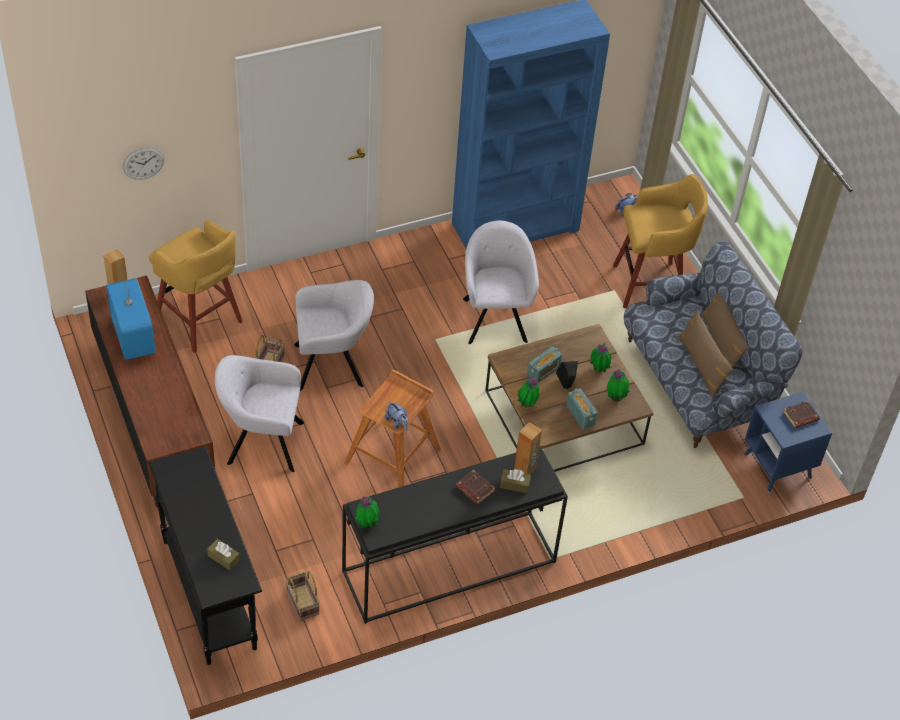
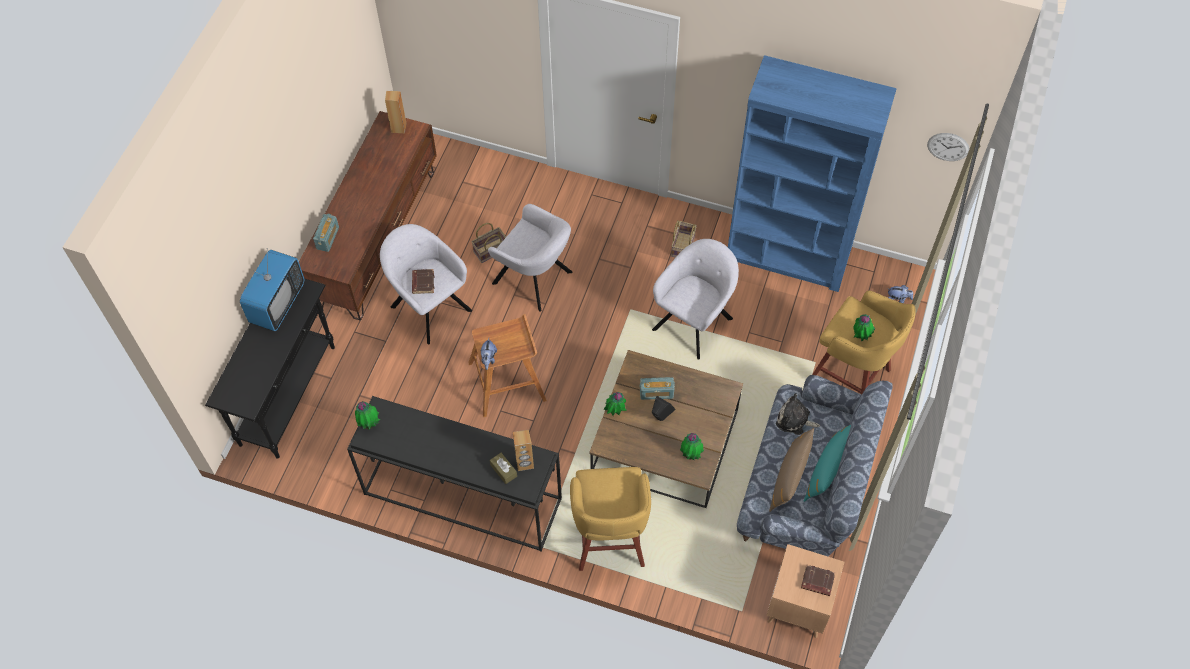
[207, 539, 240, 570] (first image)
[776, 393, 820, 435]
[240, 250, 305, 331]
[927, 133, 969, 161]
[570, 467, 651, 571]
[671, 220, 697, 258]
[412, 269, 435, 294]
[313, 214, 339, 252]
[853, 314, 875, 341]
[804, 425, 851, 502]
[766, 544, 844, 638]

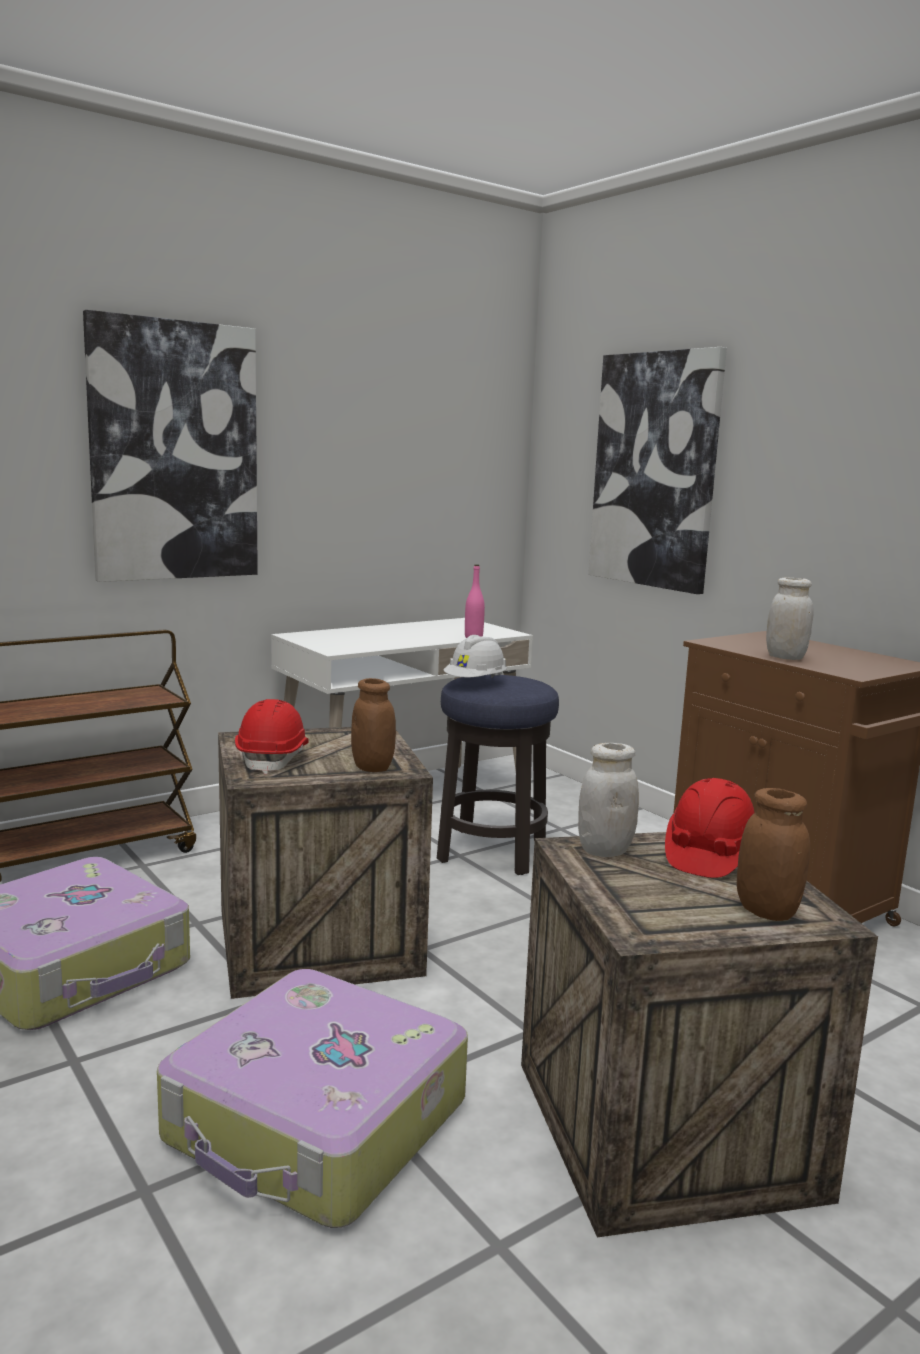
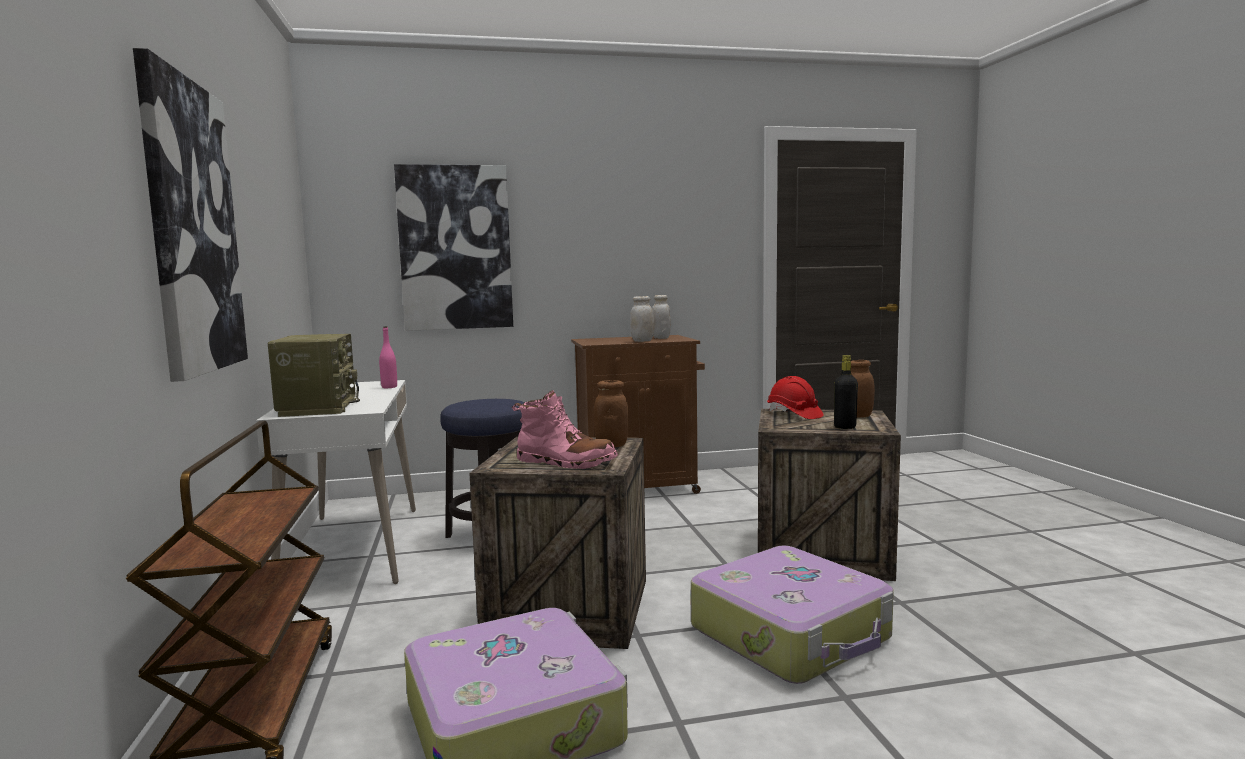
[443, 635, 507, 678] (first image)
[268, 334, 360, 417]
[834, 355, 858, 429]
[652, 295, 671, 339]
[512, 390, 618, 469]

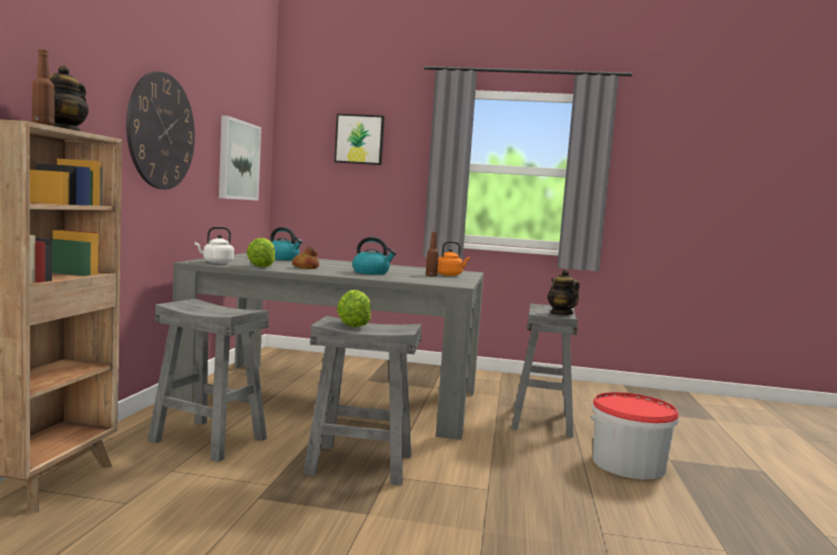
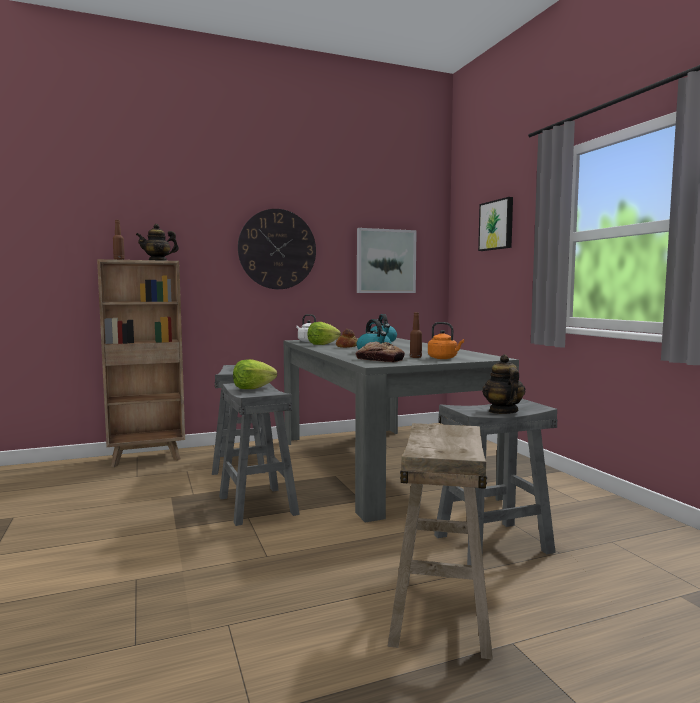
[356, 341, 405, 362]
[388, 423, 493, 660]
[482, 354, 525, 414]

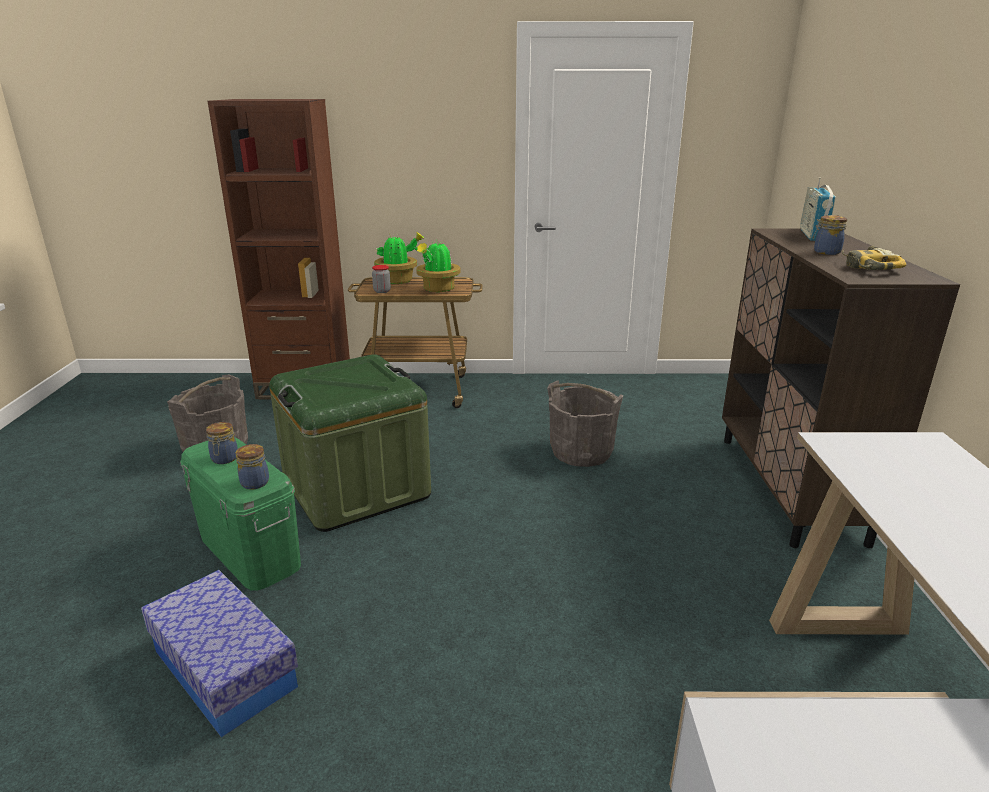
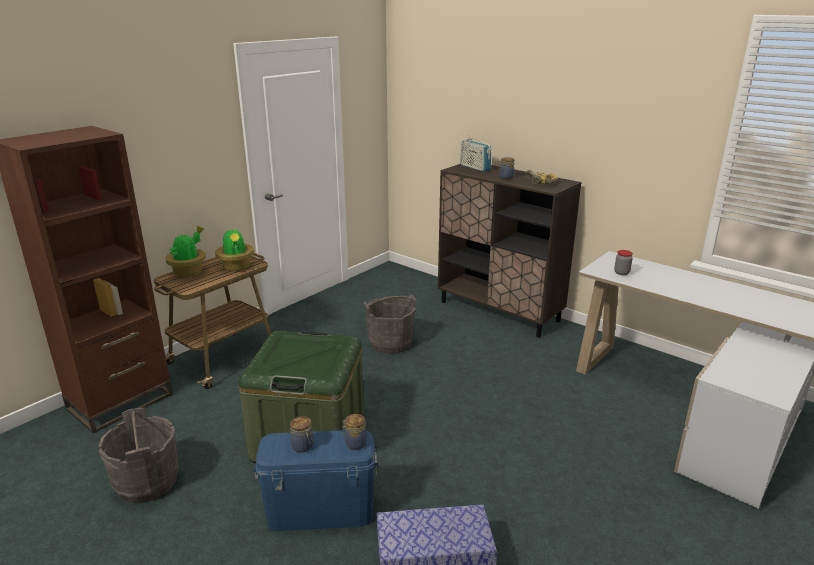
[614, 250, 633, 275]
[253, 430, 378, 531]

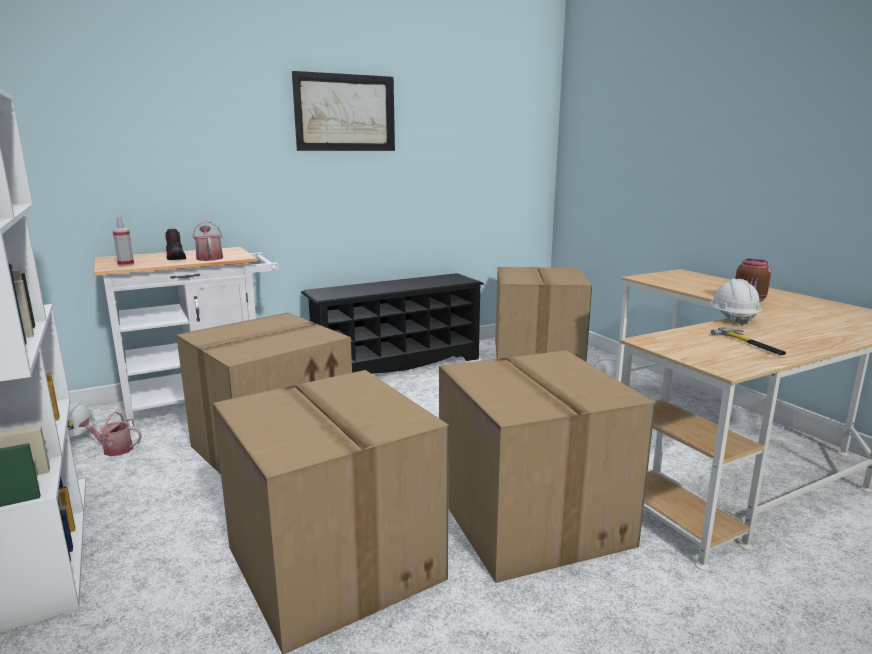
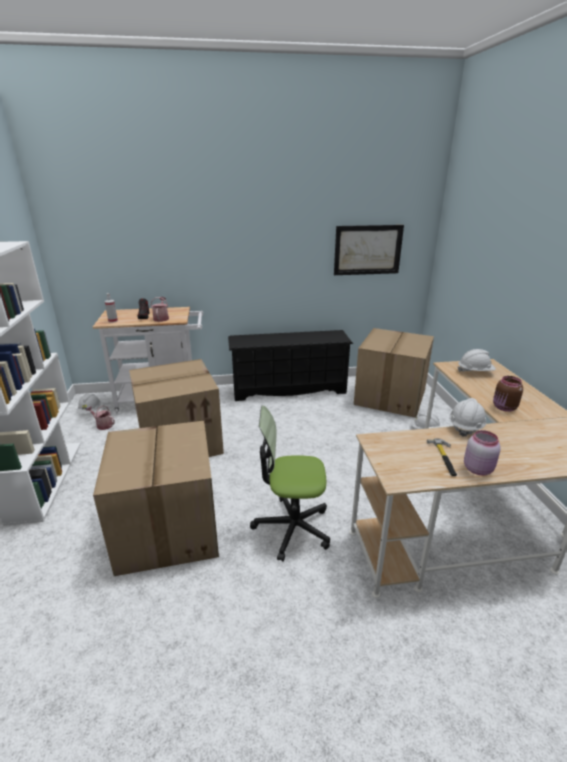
[458, 349, 496, 372]
[464, 430, 501, 476]
[334, 225, 404, 275]
[250, 406, 330, 562]

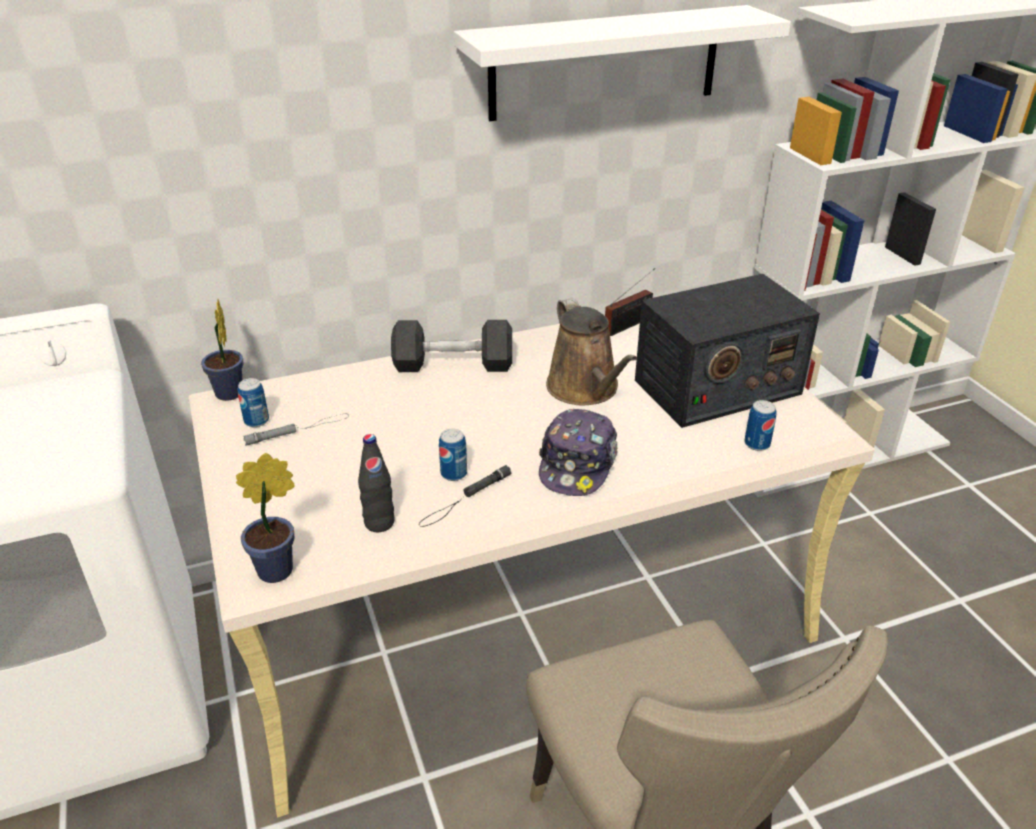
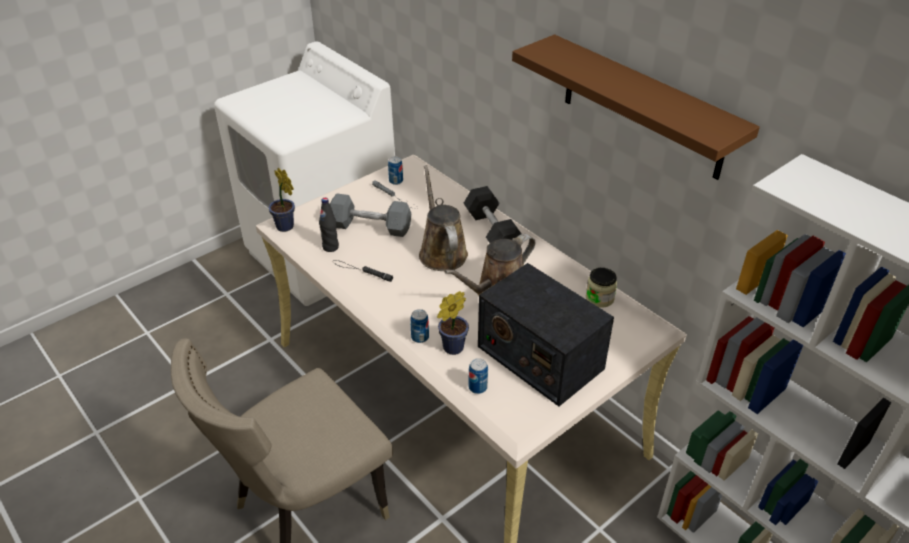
[539, 409, 618, 496] (first image)
[330, 193, 411, 237]
[419, 165, 468, 271]
[437, 291, 469, 355]
[410, 309, 429, 343]
[586, 268, 617, 308]
[512, 34, 760, 180]

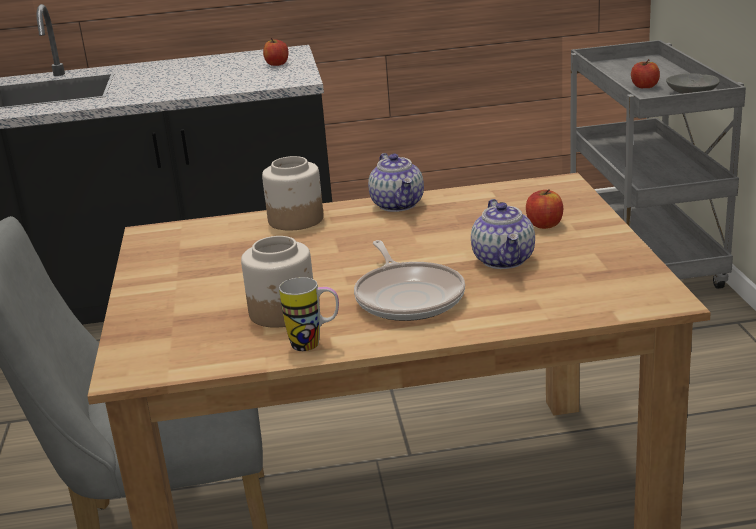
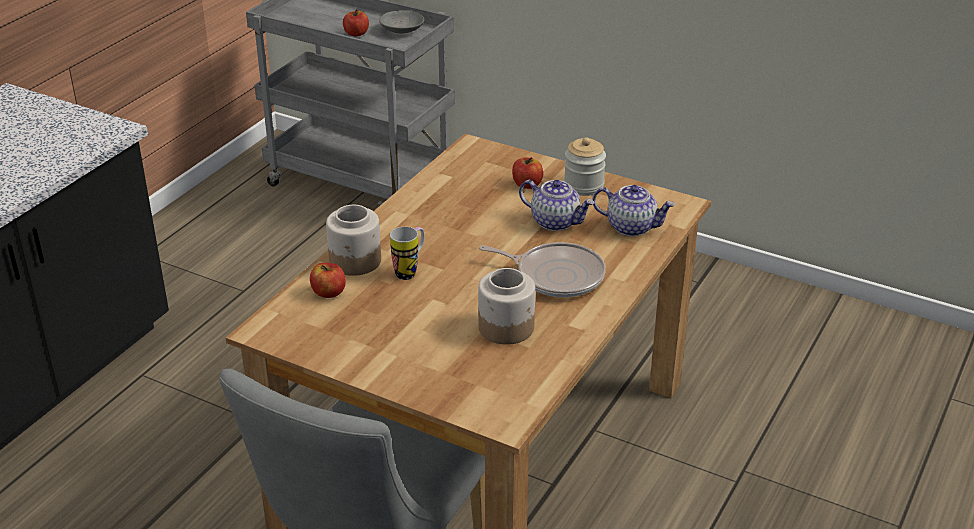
[564, 137, 606, 196]
[310, 263, 346, 298]
[390, 227, 425, 280]
[592, 185, 675, 236]

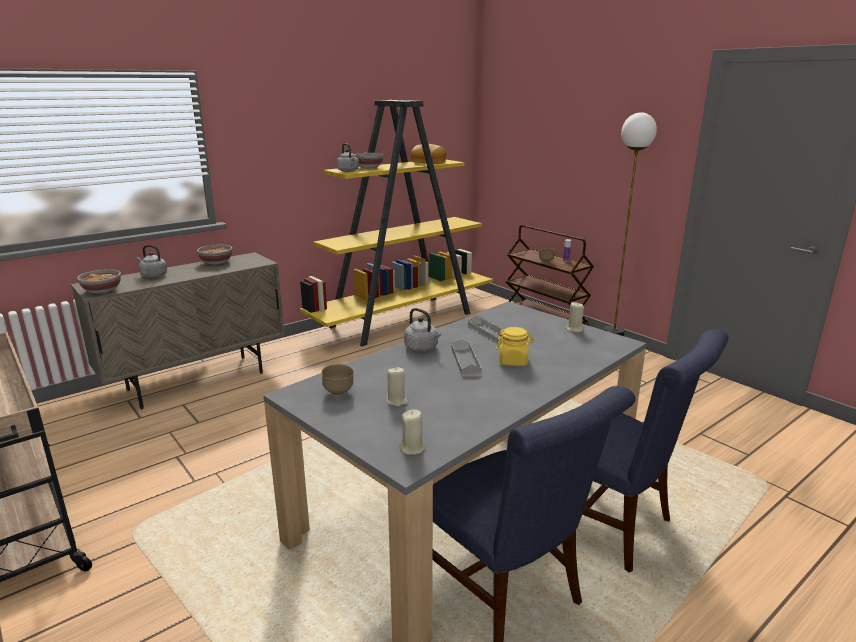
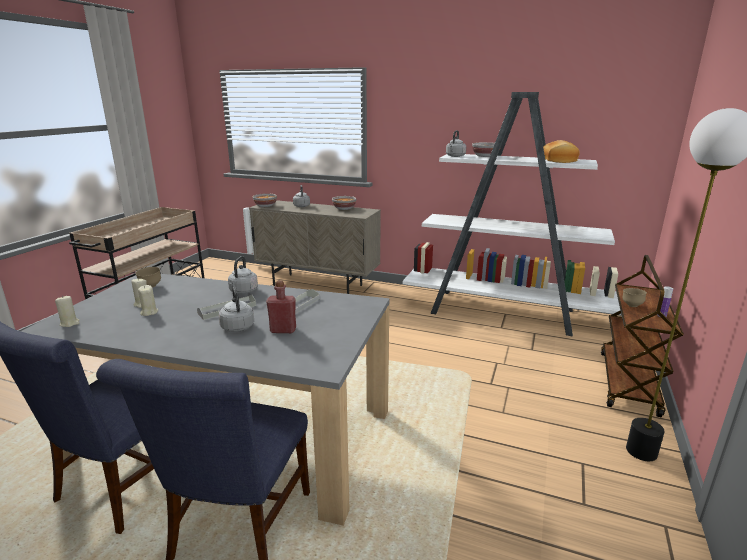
[266, 280, 296, 333]
[138, 285, 158, 316]
[219, 287, 254, 332]
[403, 92, 621, 336]

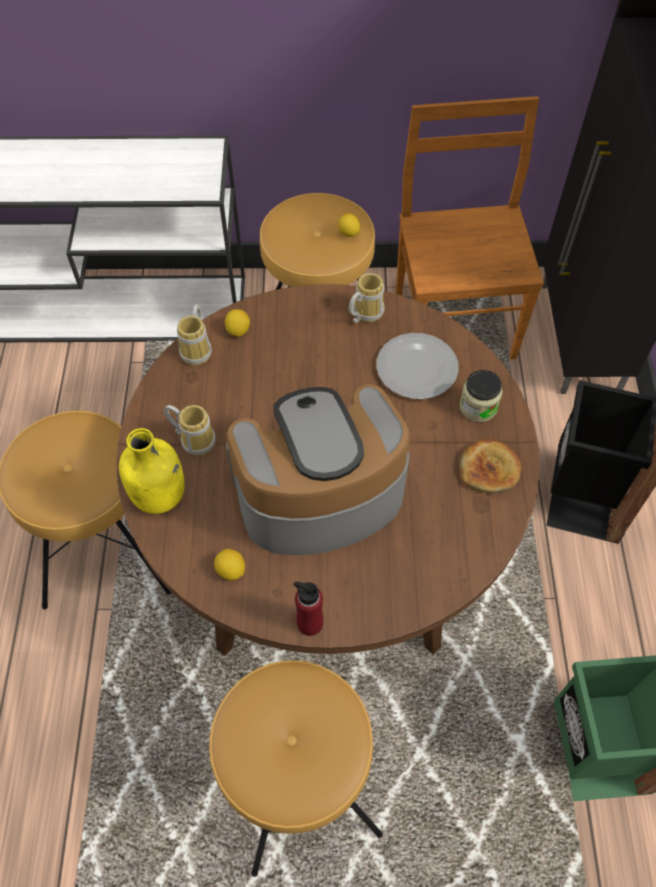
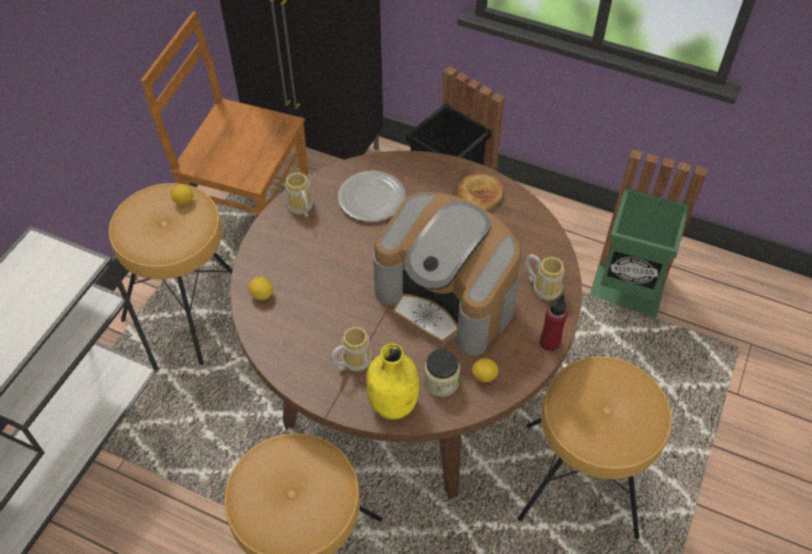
[525, 254, 564, 300]
[424, 349, 460, 397]
[373, 192, 521, 356]

